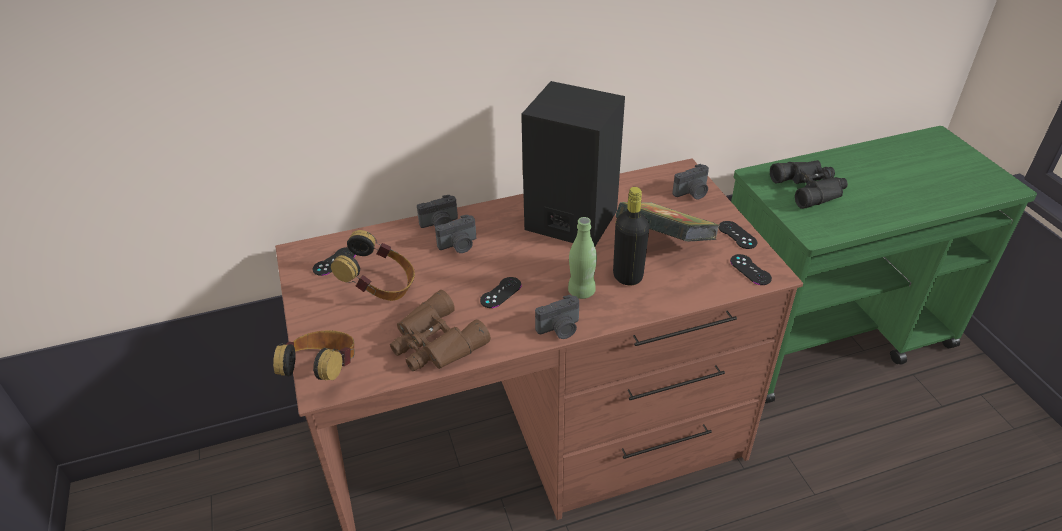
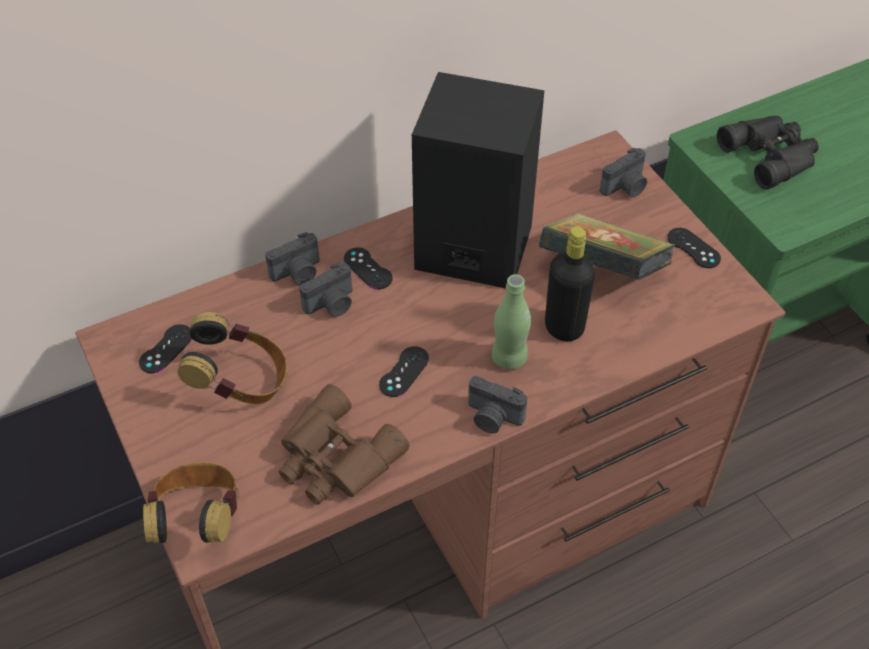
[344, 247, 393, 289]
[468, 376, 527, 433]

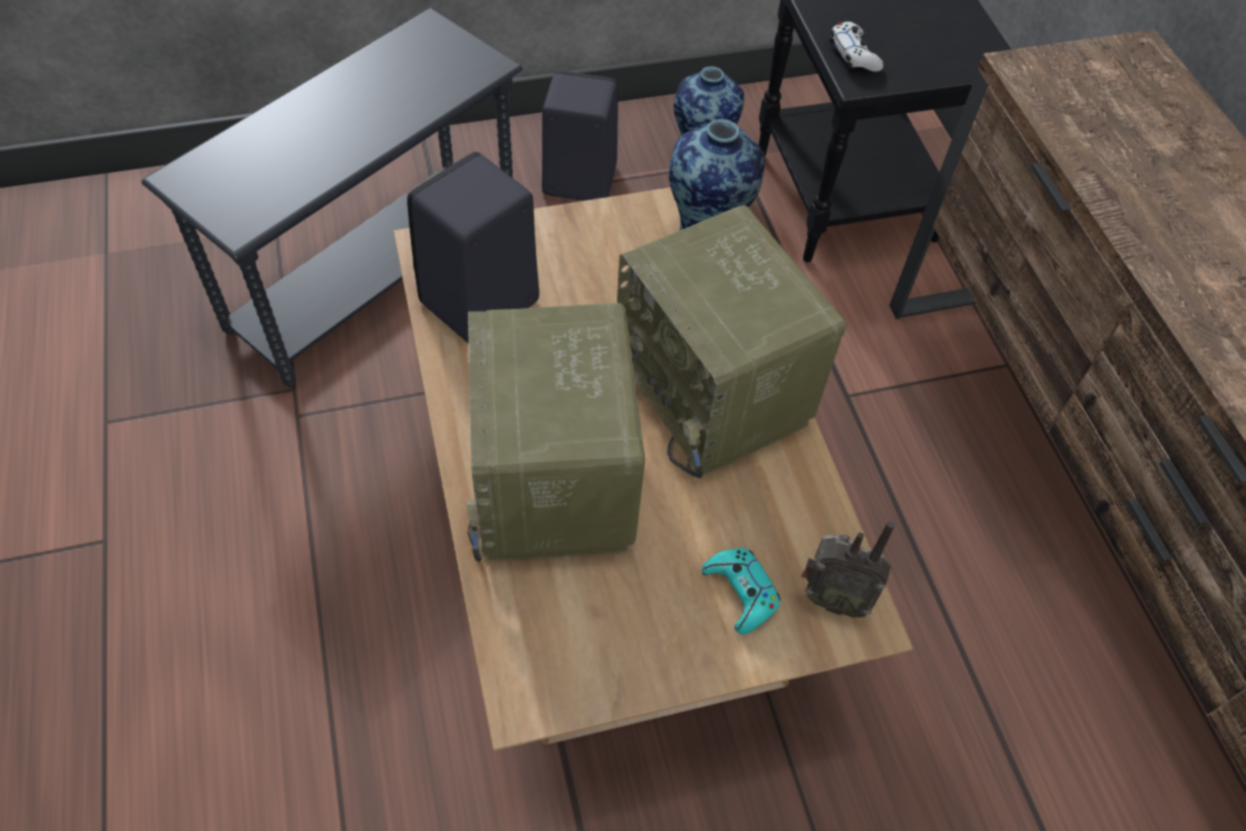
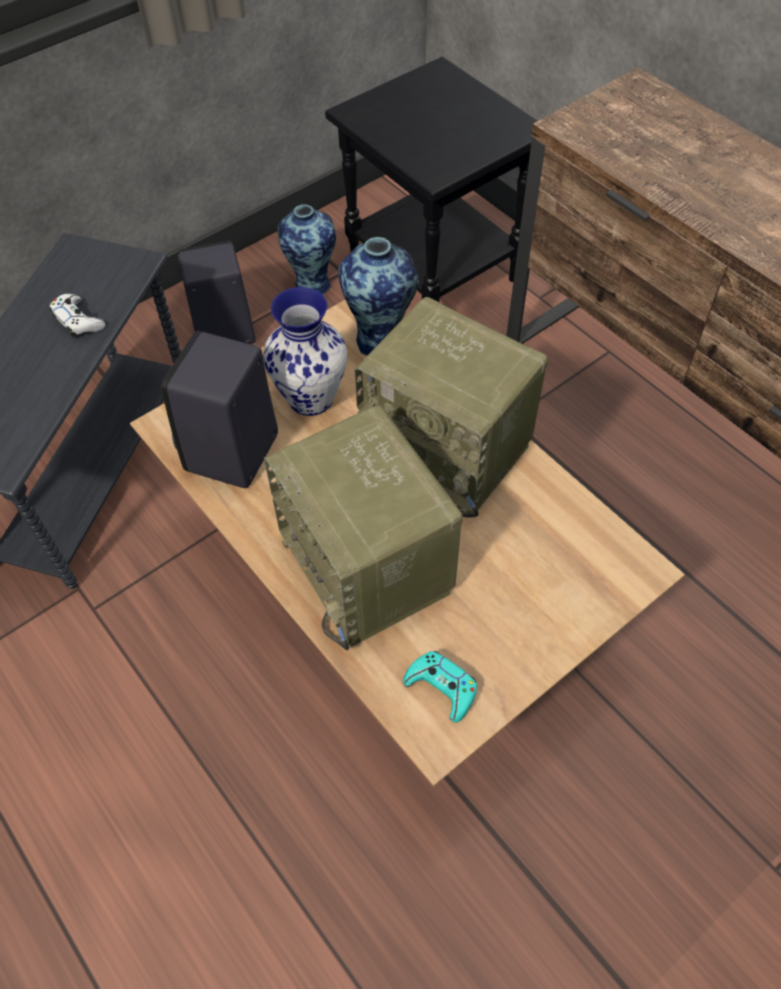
[802, 521, 895, 618] (first image)
[263, 287, 347, 416]
[403, 651, 477, 722]
[50, 294, 105, 337]

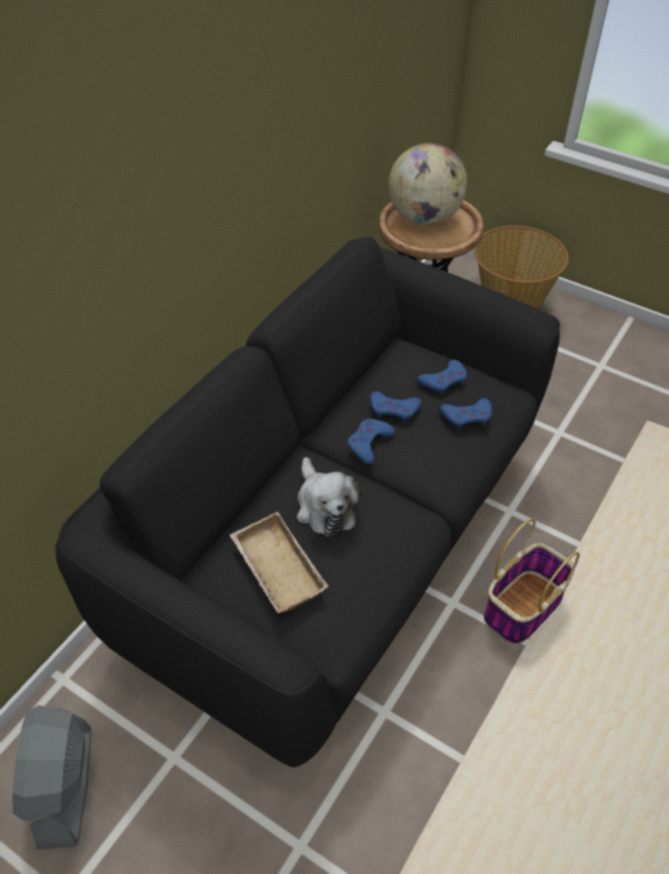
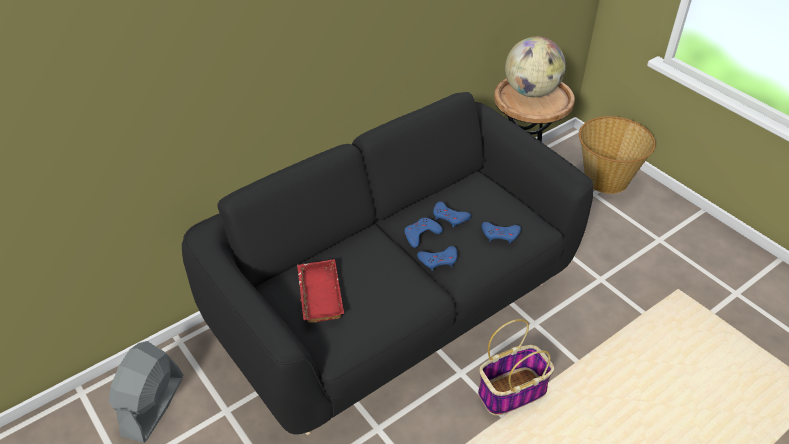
[297, 457, 362, 537] (first image)
[417, 246, 457, 271]
[297, 259, 344, 323]

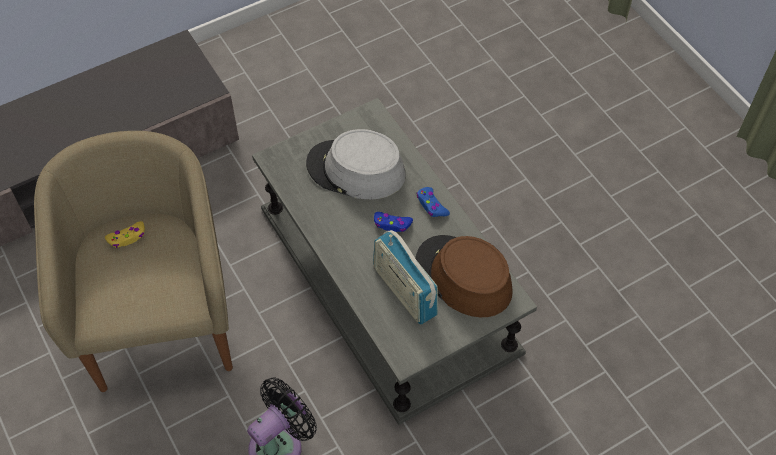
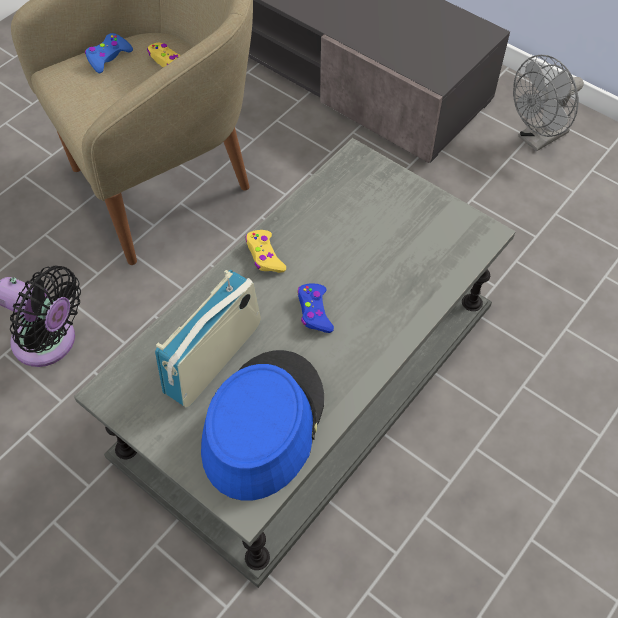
[306, 129, 406, 199] (first image)
[245, 230, 286, 273]
[513, 55, 584, 151]
[85, 33, 133, 73]
[201, 350, 324, 501]

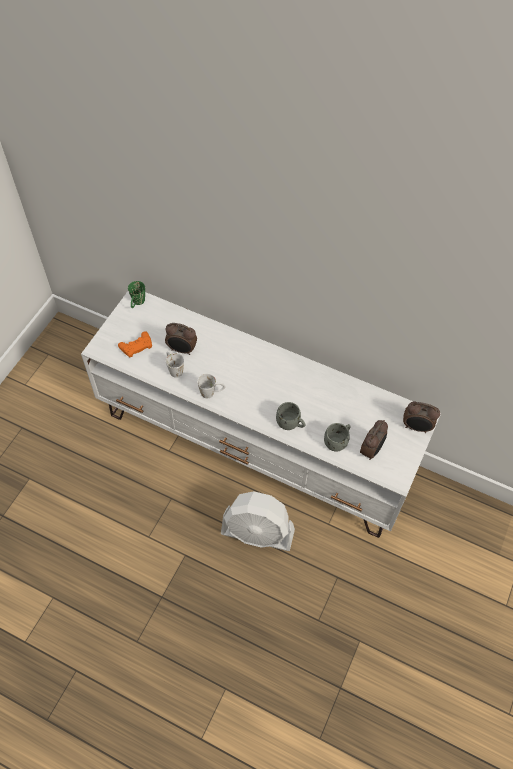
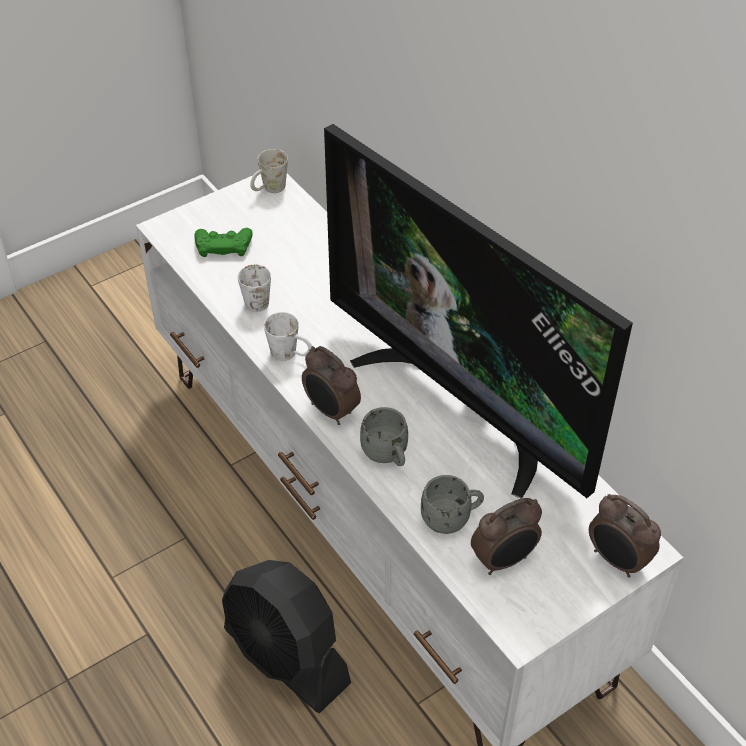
[324, 124, 633, 499]
[302, 346, 361, 425]
[194, 228, 253, 257]
[250, 149, 288, 193]
[222, 560, 351, 713]

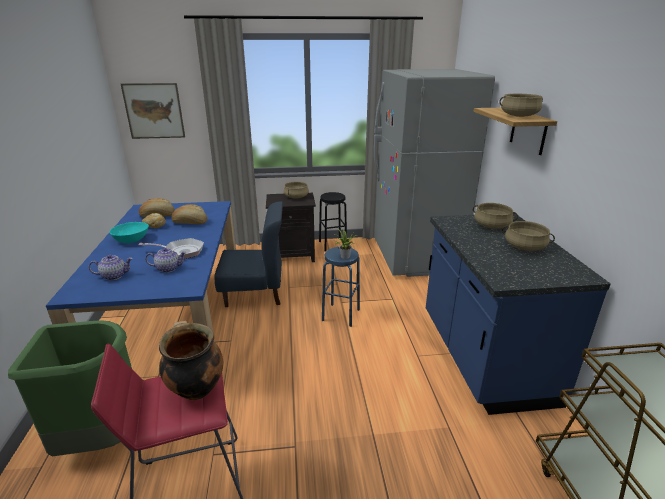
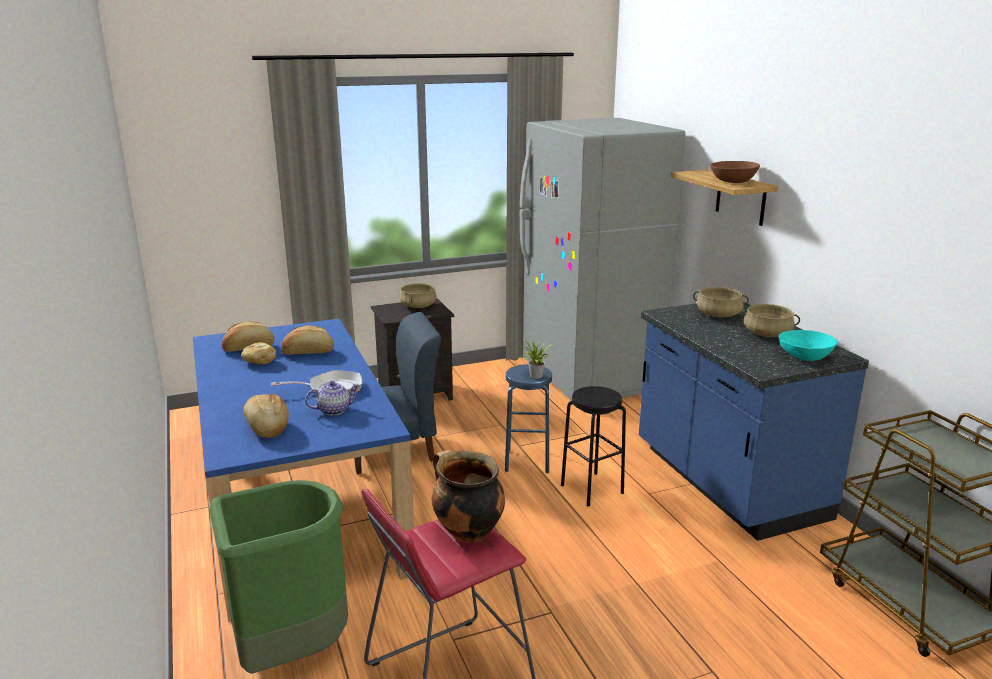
[121, 83, 185, 139] (first image)
[779, 330, 837, 361]
[561, 386, 626, 507]
[243, 394, 289, 438]
[710, 161, 760, 183]

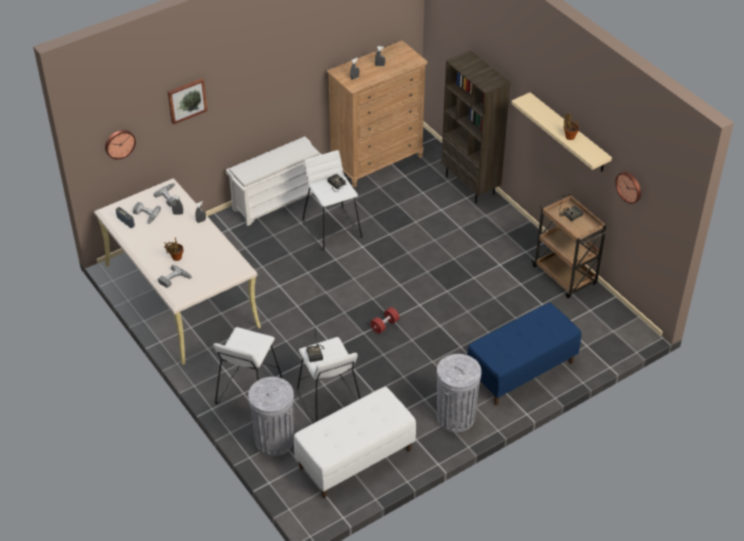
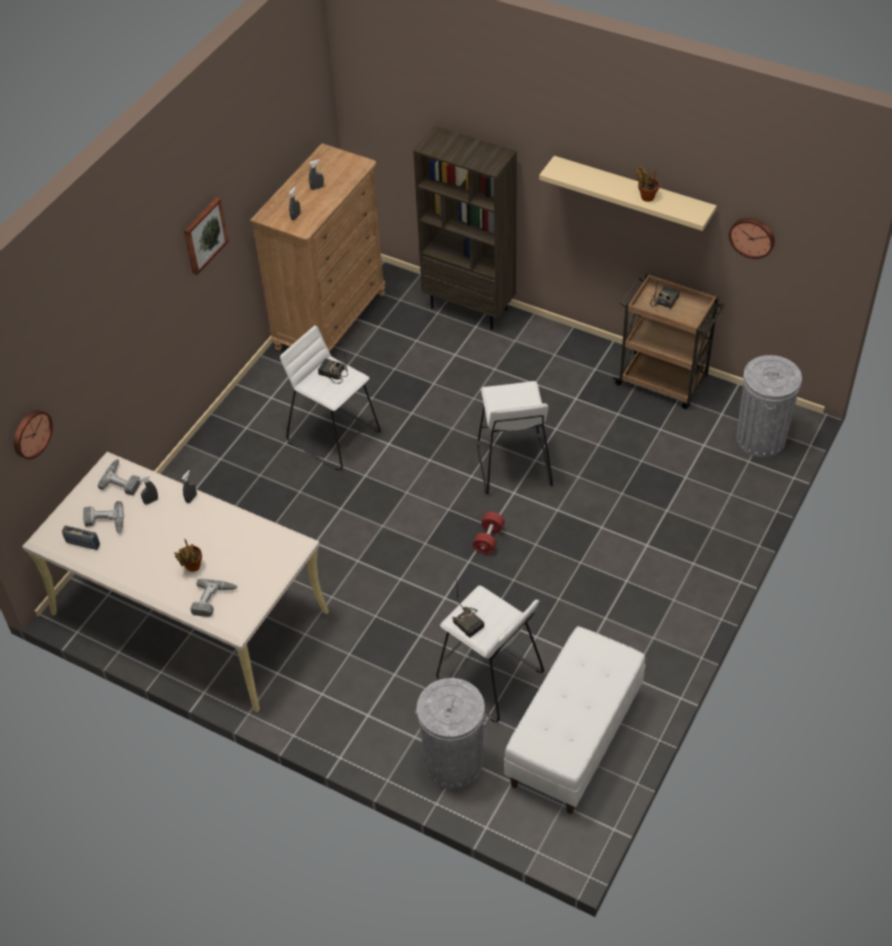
[226, 136, 322, 226] (first image)
[467, 303, 581, 405] (first image)
[184, 197, 229, 275]
[477, 381, 553, 494]
[736, 355, 802, 457]

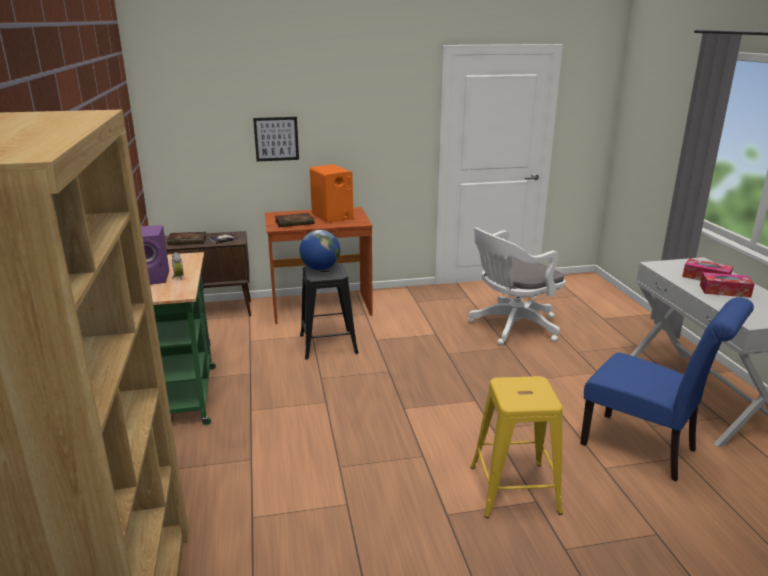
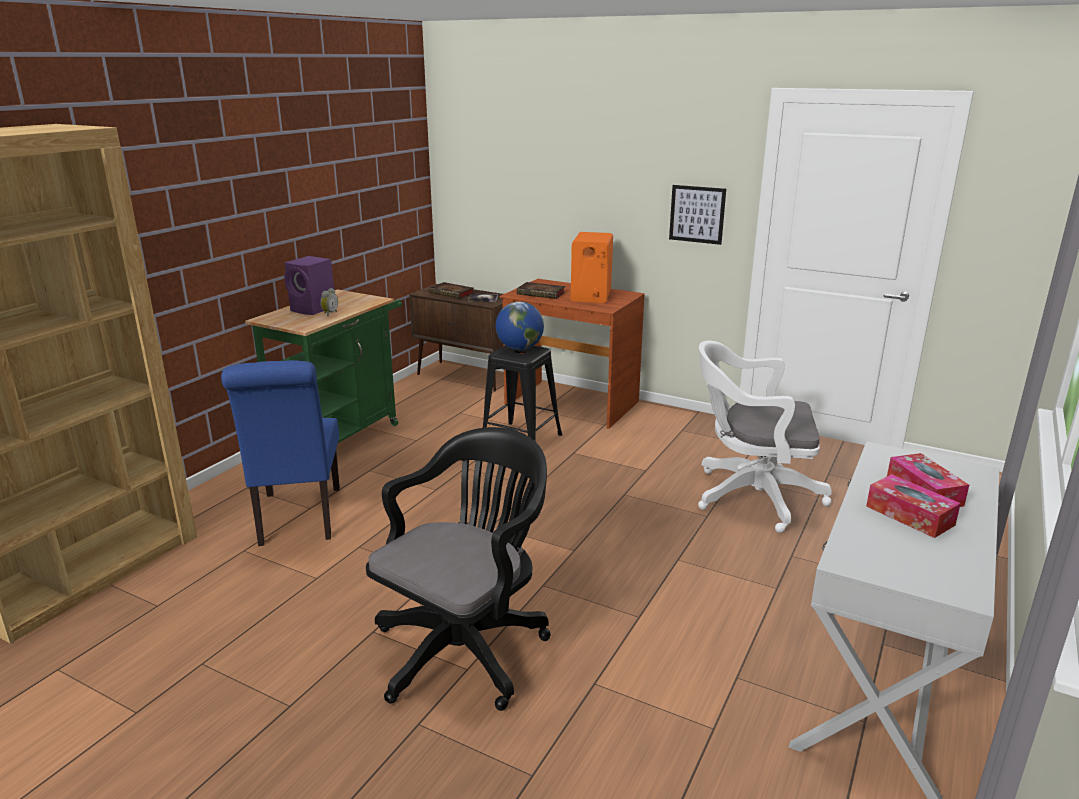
[669, 185, 726, 245]
[221, 360, 340, 546]
[366, 427, 551, 711]

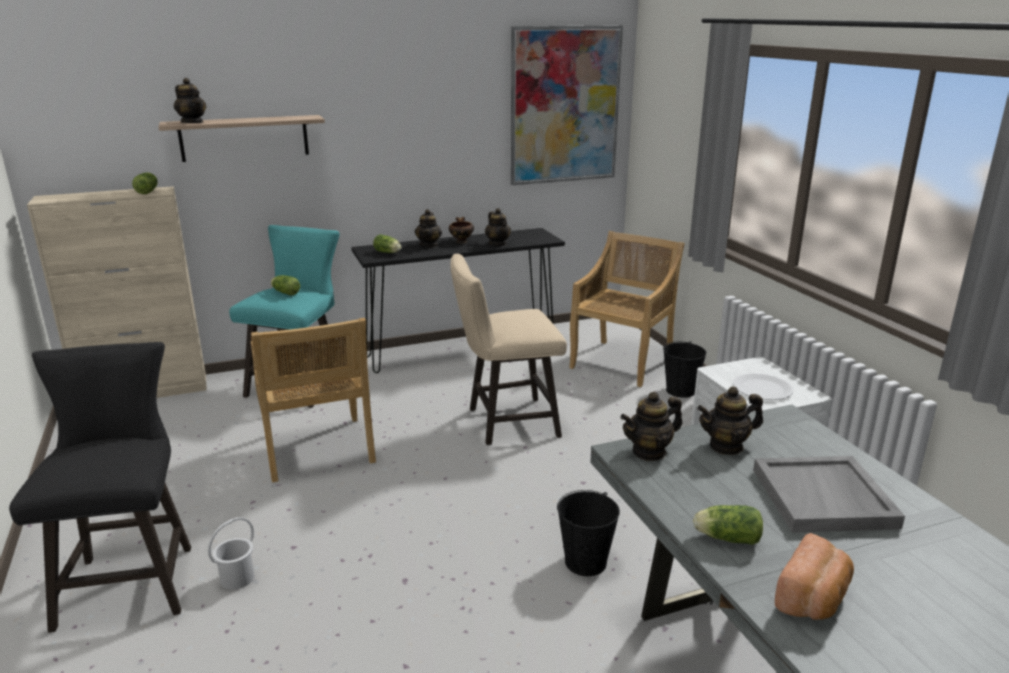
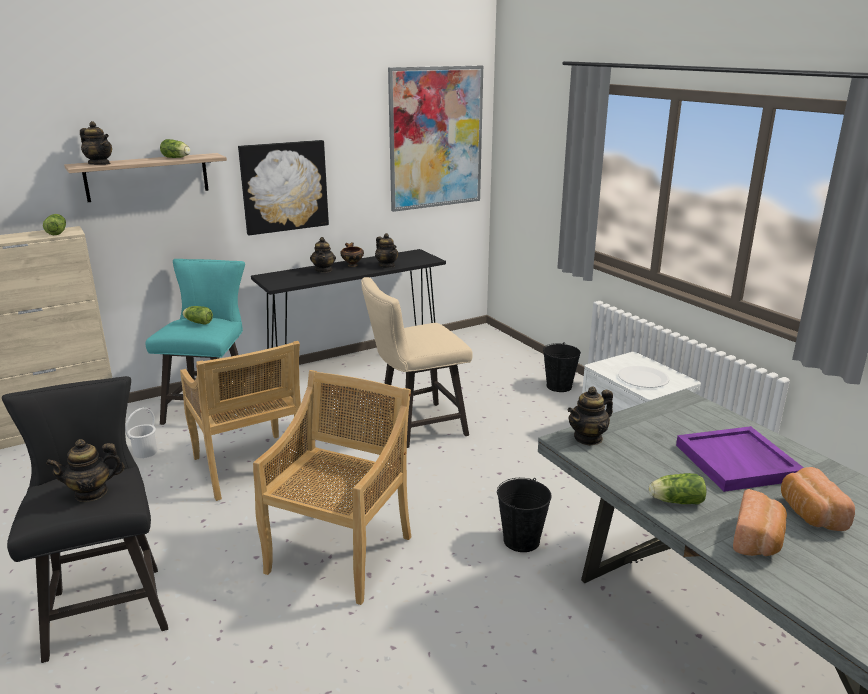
[238, 140, 329, 235]
[781, 467, 855, 531]
[125, 408, 157, 458]
[160, 139, 190, 158]
[253, 370, 411, 605]
[46, 439, 124, 502]
[676, 426, 804, 492]

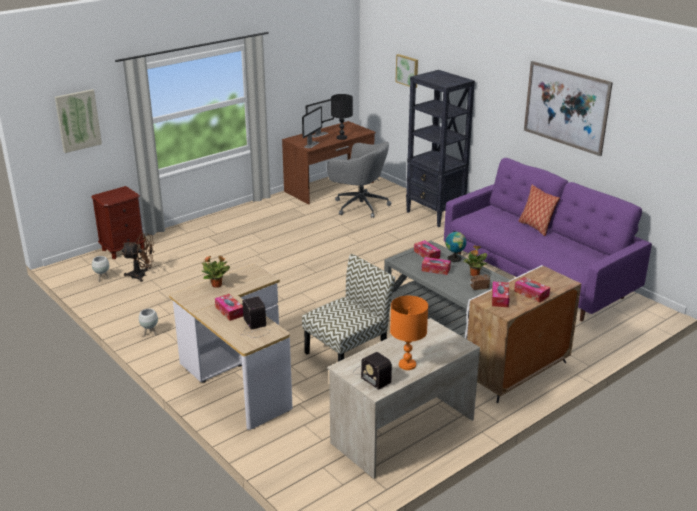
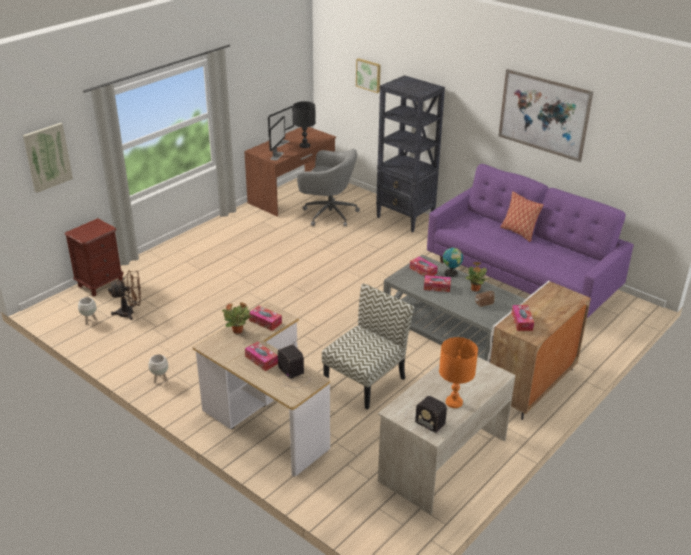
[249, 305, 282, 331]

